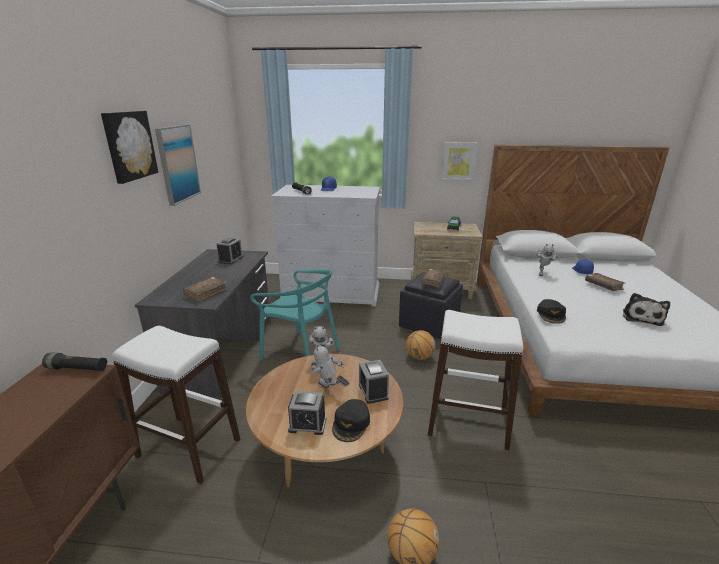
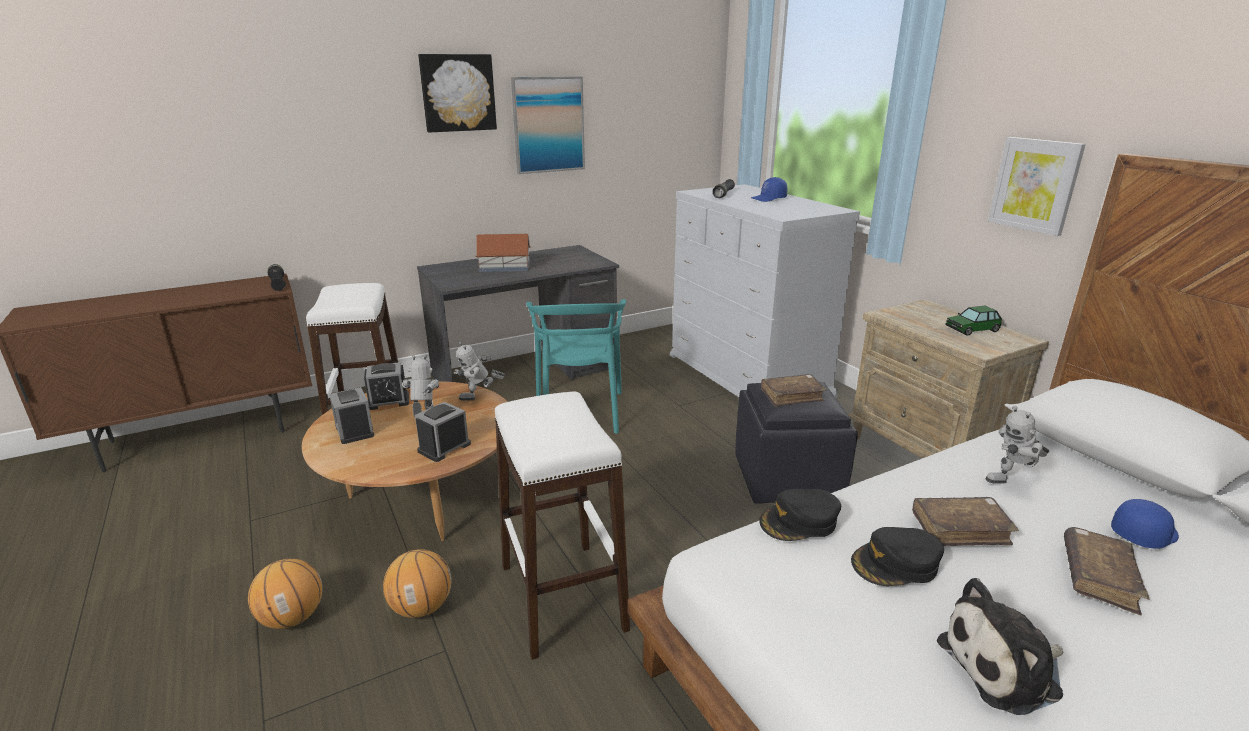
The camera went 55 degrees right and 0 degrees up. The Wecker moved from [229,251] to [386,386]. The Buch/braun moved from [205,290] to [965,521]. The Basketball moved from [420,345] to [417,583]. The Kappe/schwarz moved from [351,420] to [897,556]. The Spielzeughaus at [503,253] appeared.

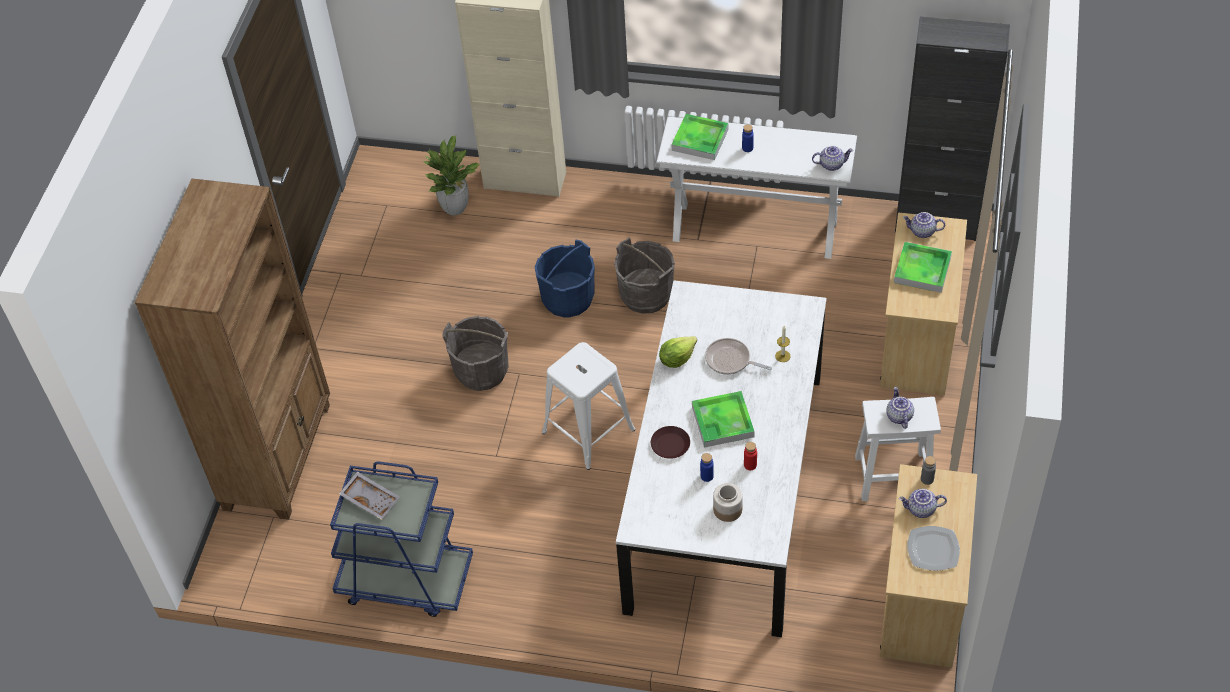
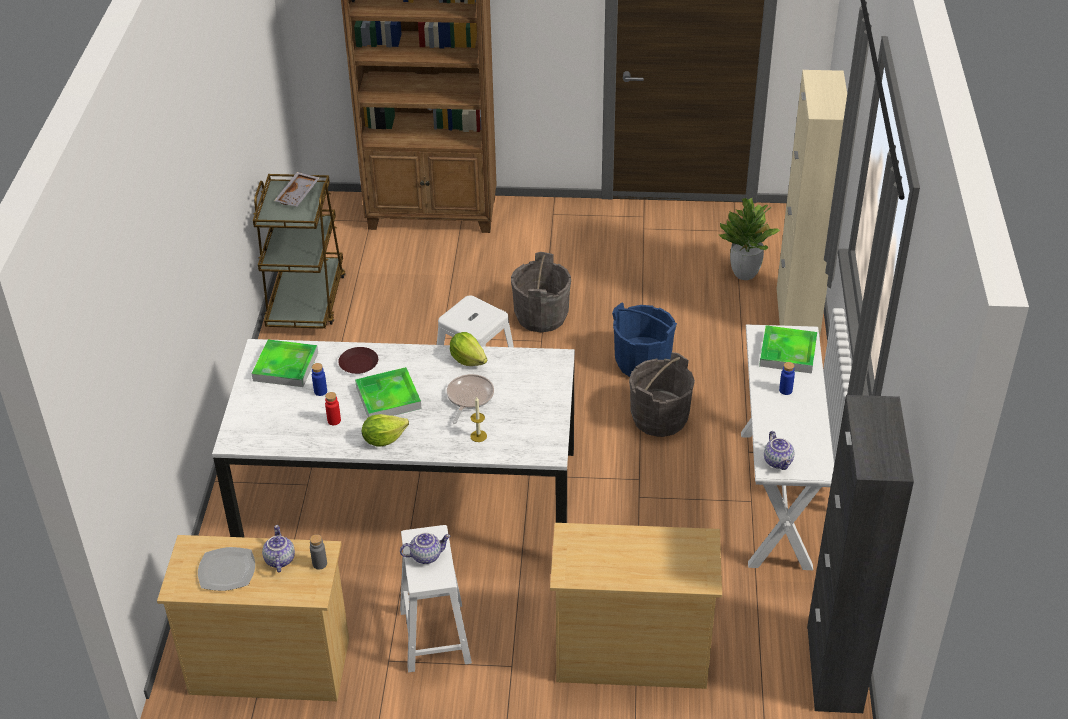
The camera went 80 degrees right and 10 degrees down. The Teekanne at [924,225] disappeared. The Tablett moved from [923,267] to [285,363]. The Rollwagen/blau at [401,539] became the Rollwagen/braun at [299,251]. The Vorratsglas at [728,502] disappeared. The Salatkopf at [385,430] appeared.

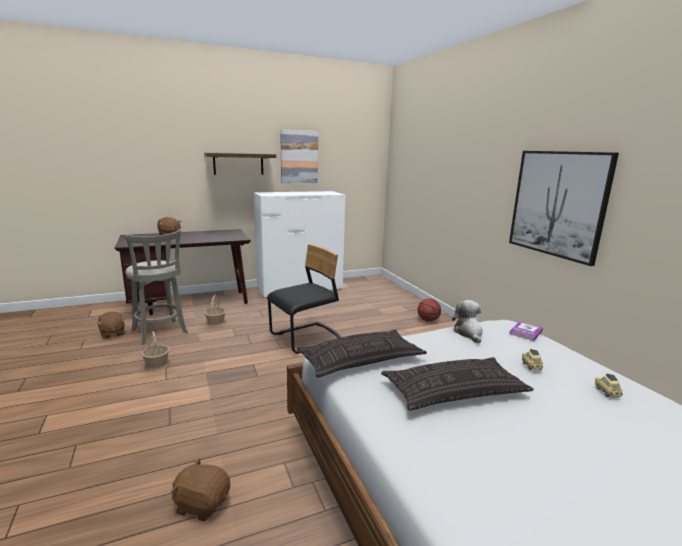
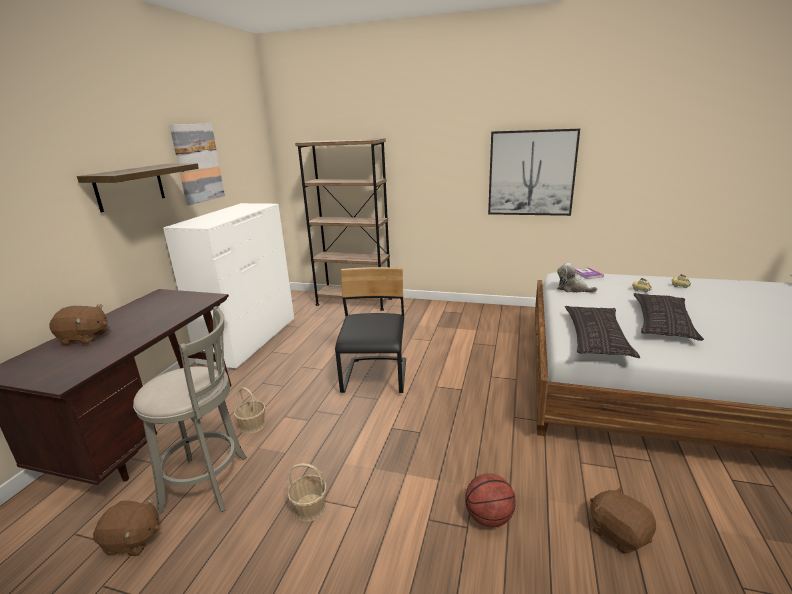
The camera went 50 degrees left and 5 degrees up. The Basketball moved from [429,310] to [490,500]. The Plüschtier/braun at [200,490] turned 90 degrees clockwise. The Bücherregal/braun at [343,224] appeared.

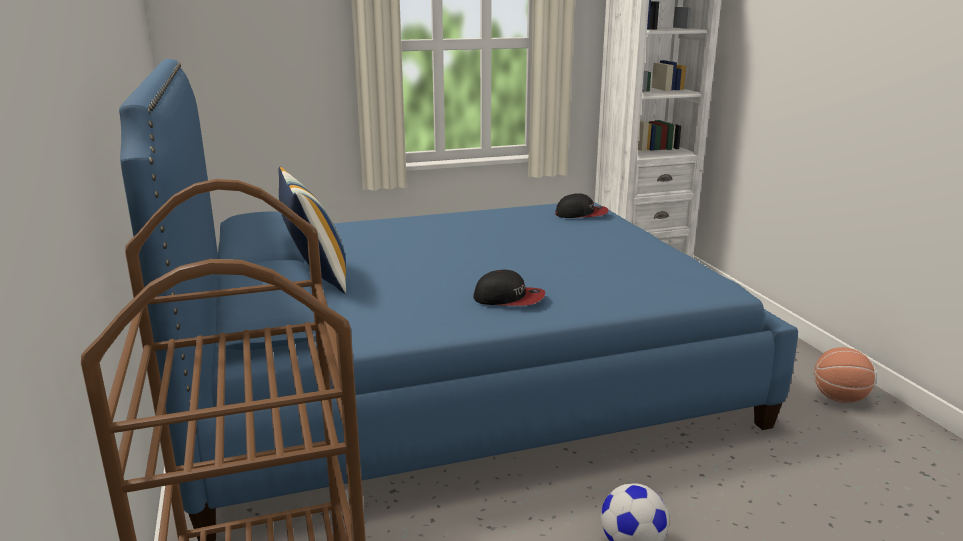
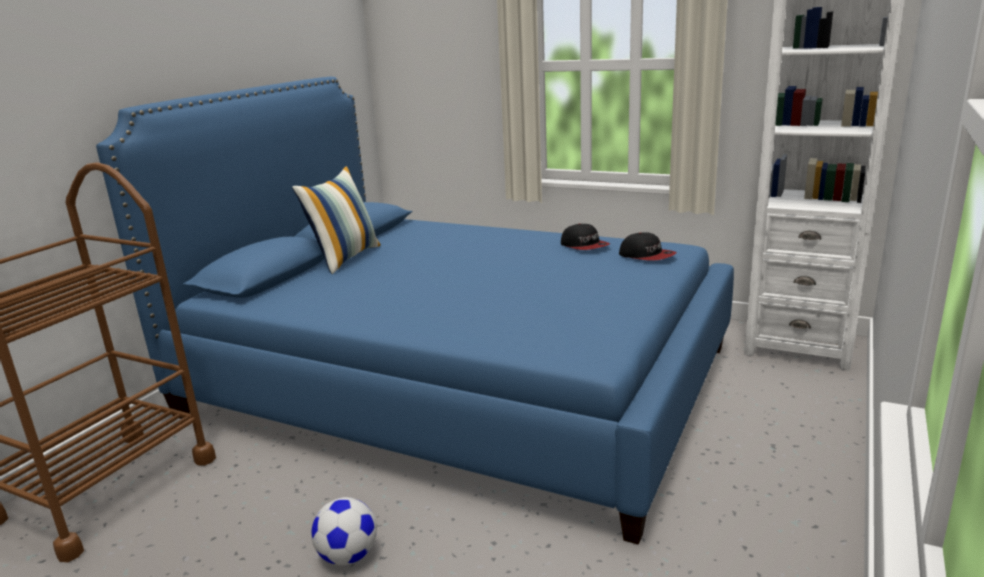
The camera went 45 degrees right and 0 degrees up. The Kappe moved from [509,288] to [585,236]. The Basketball at [844,375] disappeared.

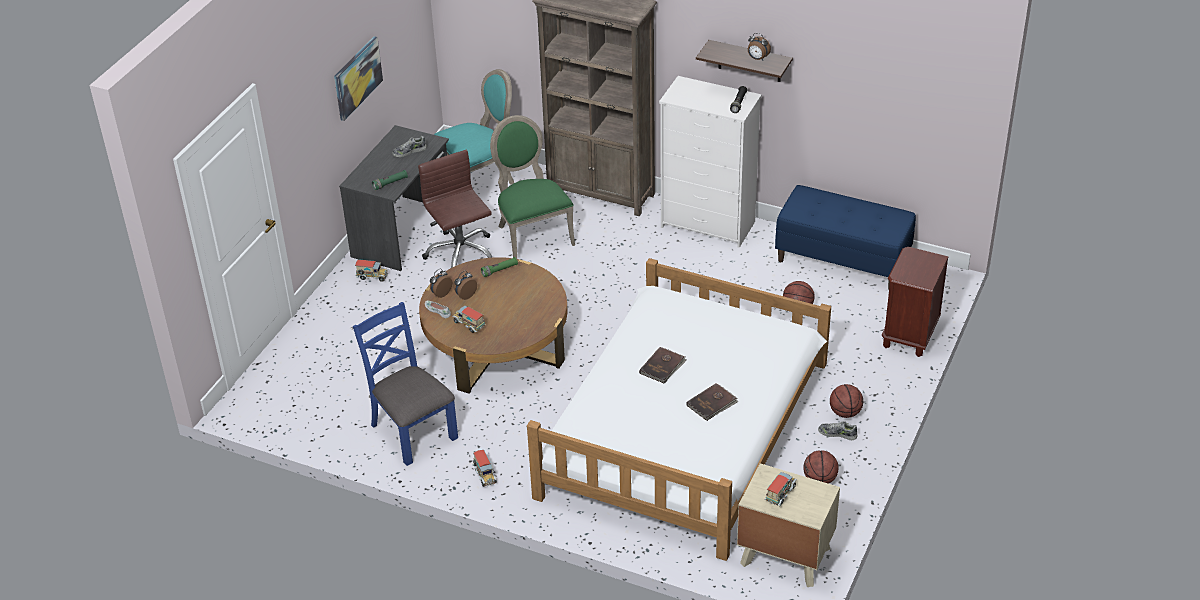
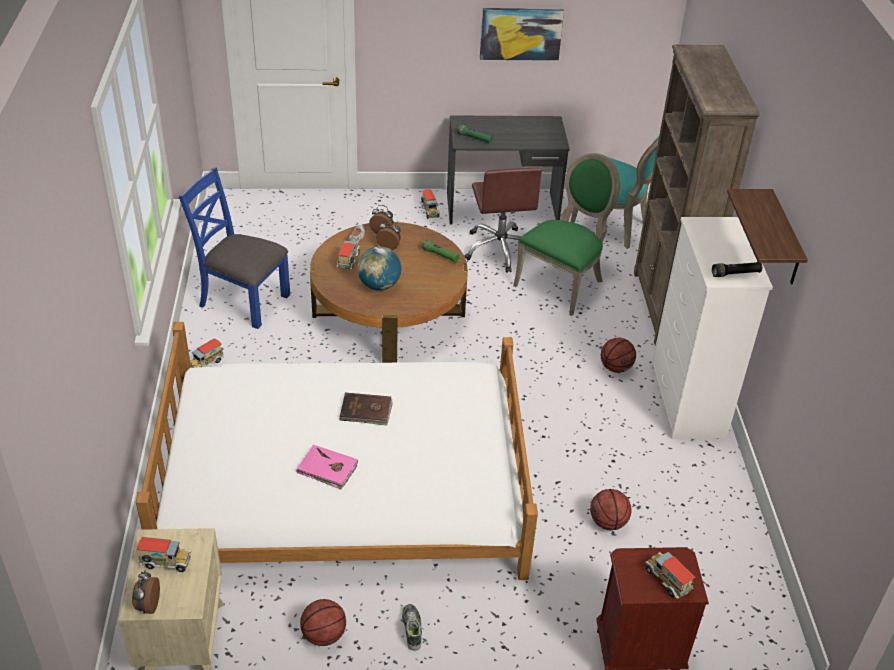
The camera went 60 degrees right and 0 degrees up. The Wecker moved from [759,46] to [146,592]. The Schuh at [410,146] disappeared. The Bürostuhl/braun at [455,209] turned 135 degrees clockwise. The Bank/blau at [845,237] disappeared. The Stuhl/blau at [405,384] turned 90 degrees counterclockwise. The Buch/braun at [712,402] became the Buch/rosa at [327,467]. The Basketball moved from [846,401] to [618,355]. The Globus at [379,268] appeared. The Spielzeuglaster at [670,575] appeared.

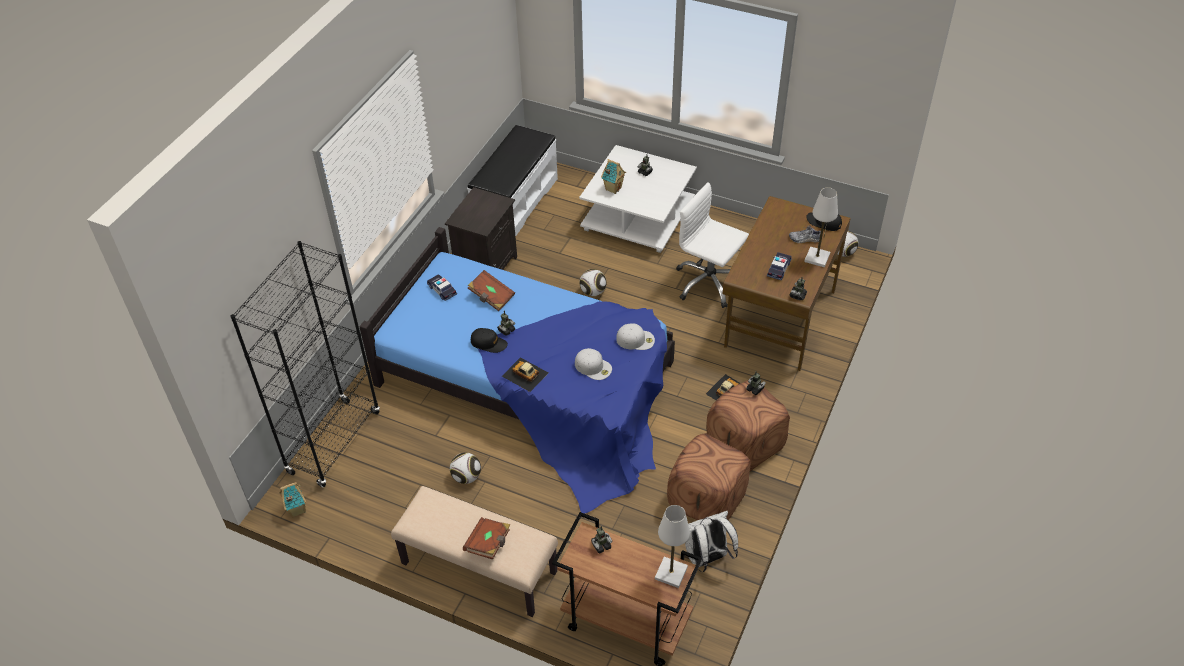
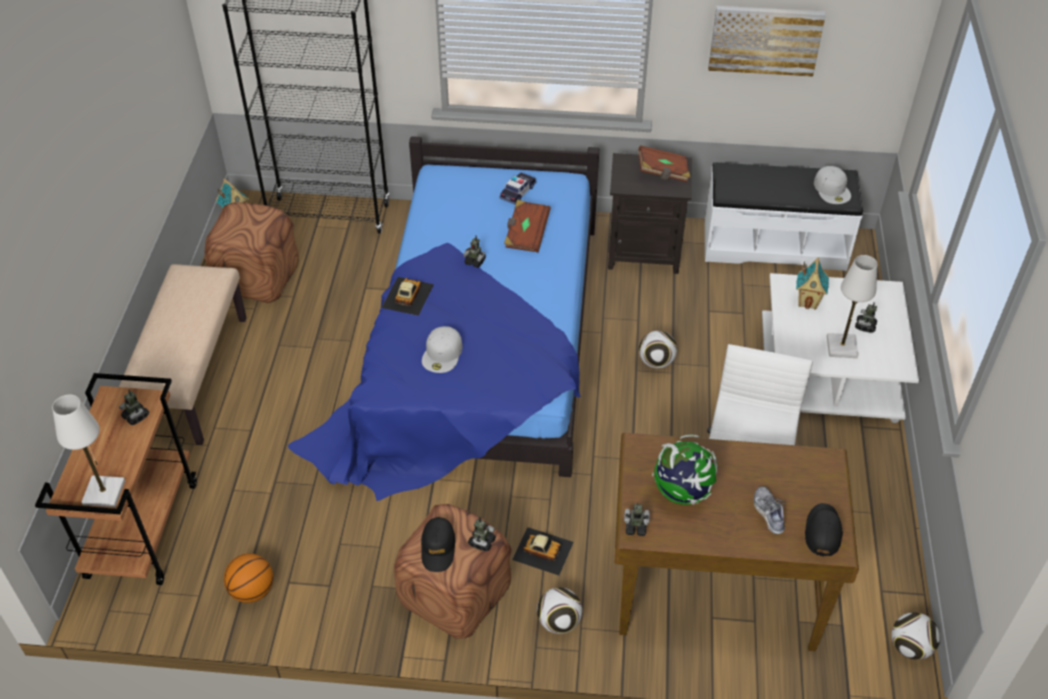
The camera went 70 degrees right and 0 degrees up. The Tischlampe/weiß moved from [821,227] to [852,306]. The Spielzeugauto at [779,266] was replaced by the Globus at [684,470]. The Kappe/weiß moved from [635,336] to [832,185]. The Kappe/schwarz moved from [489,340] to [438,544]. The Polsterhocker/braun moved from [709,476] to [251,252]. The Fußball moved from [465,468] to [559,610]. The Rucksack/weiß at [711,541] was replaced by the Basketball at [248,578]. The Buch/braun moved from [486,538] to [664,164]. The Bild at [767,41] appeared.

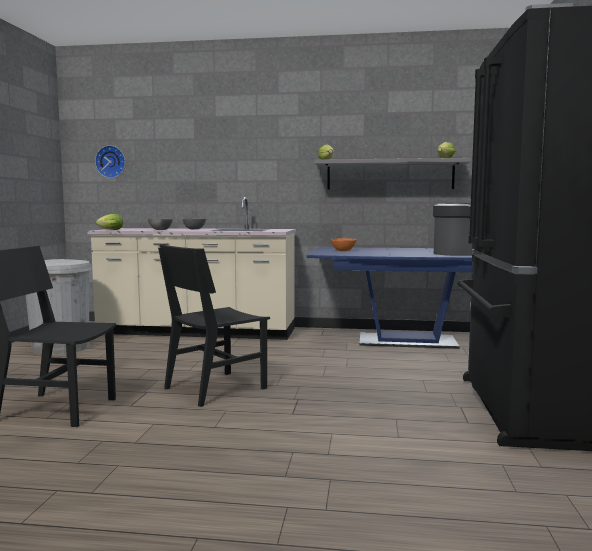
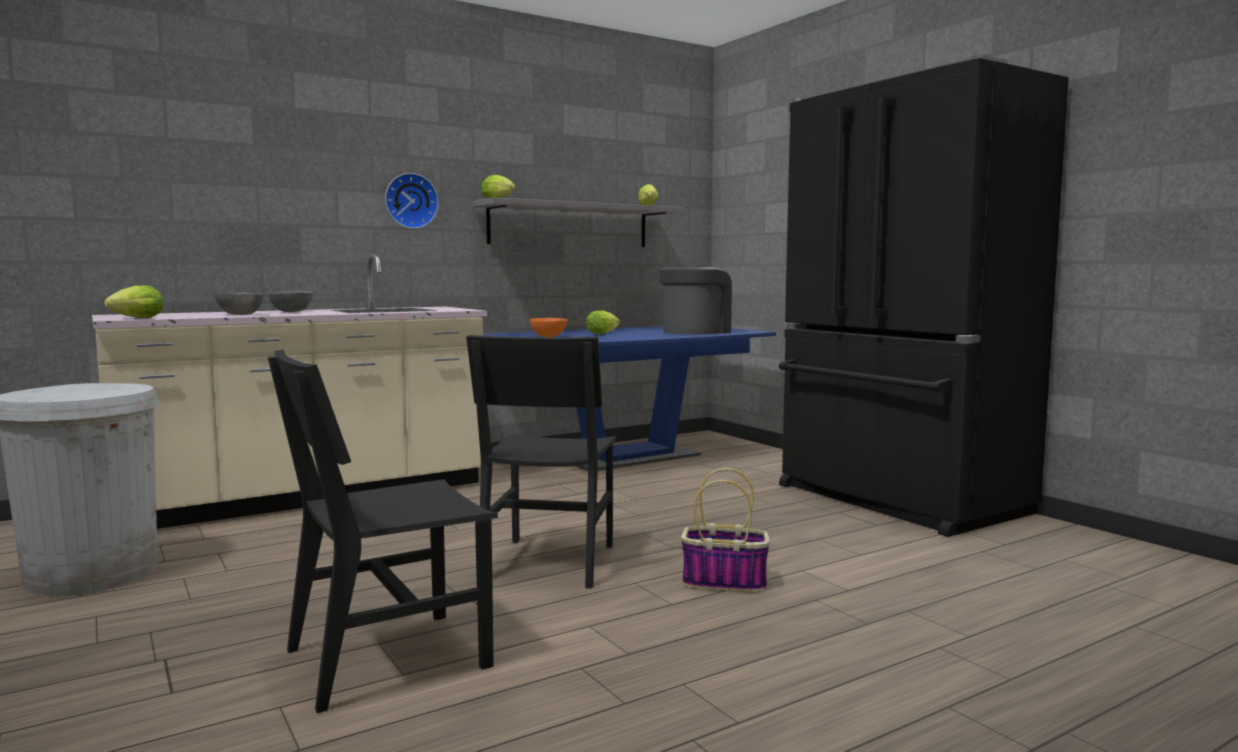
The camera went 40 degrees left and 0 degrees up. The Wanduhr moved from [110,161] to [412,201]. The Salatkopf at [603,322] appeared. The Korb at [725,530] appeared.

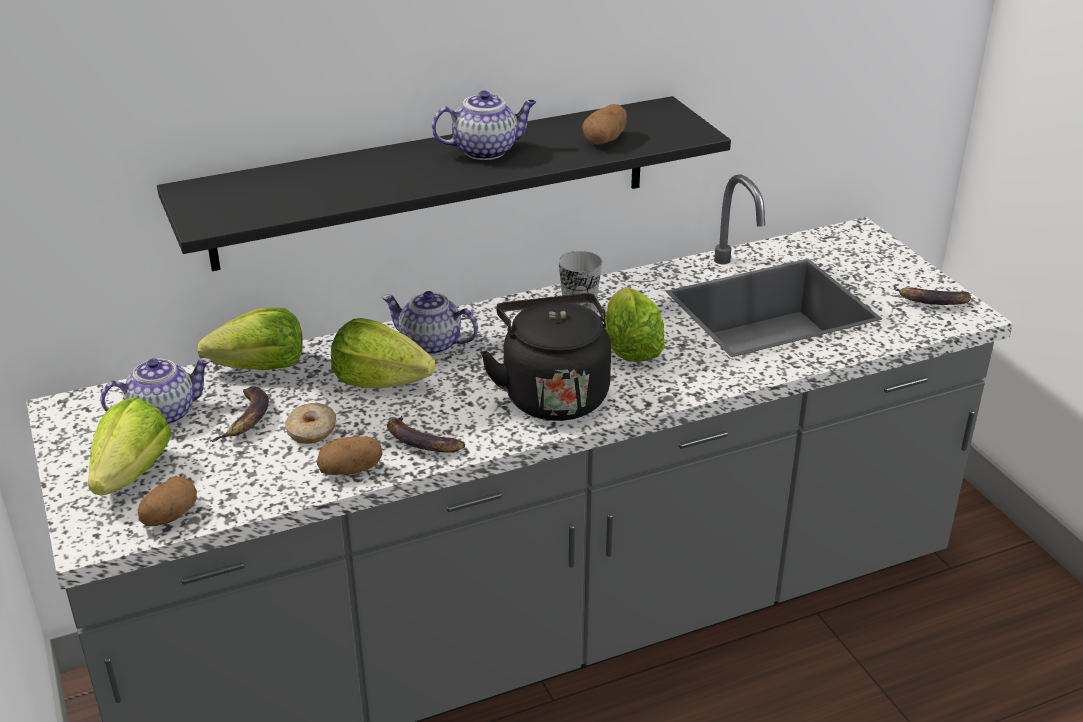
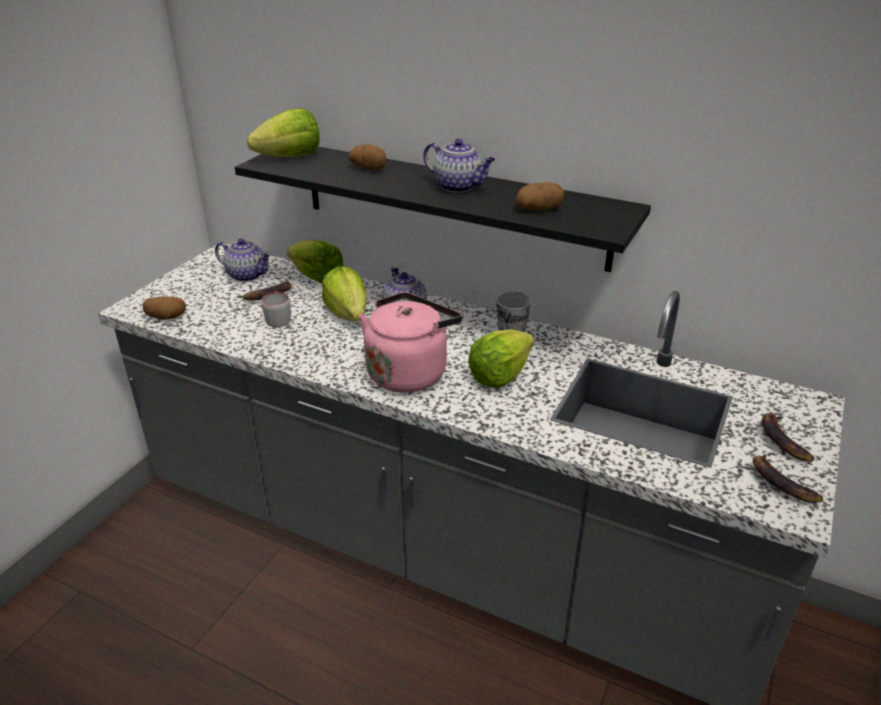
The camera went 50 degrees right and 0 degrees up. The Wasserkessel/schwarz at [545,357] became the Wasserkessel/rosa at [410,342]. The Salatkopf moved from [130,446] to [283,132]. The Donut at [310,423] was replaced by the Henkelbecher/grau at [276,309]. The Banane moved from [426,434] to [788,437]. The Kartoffel moved from [350,455] to [367,157].

